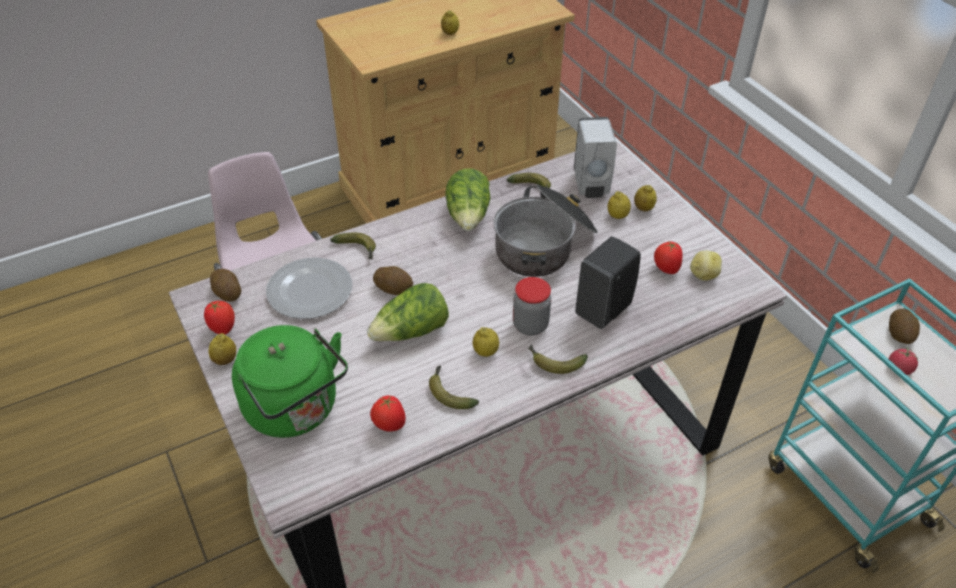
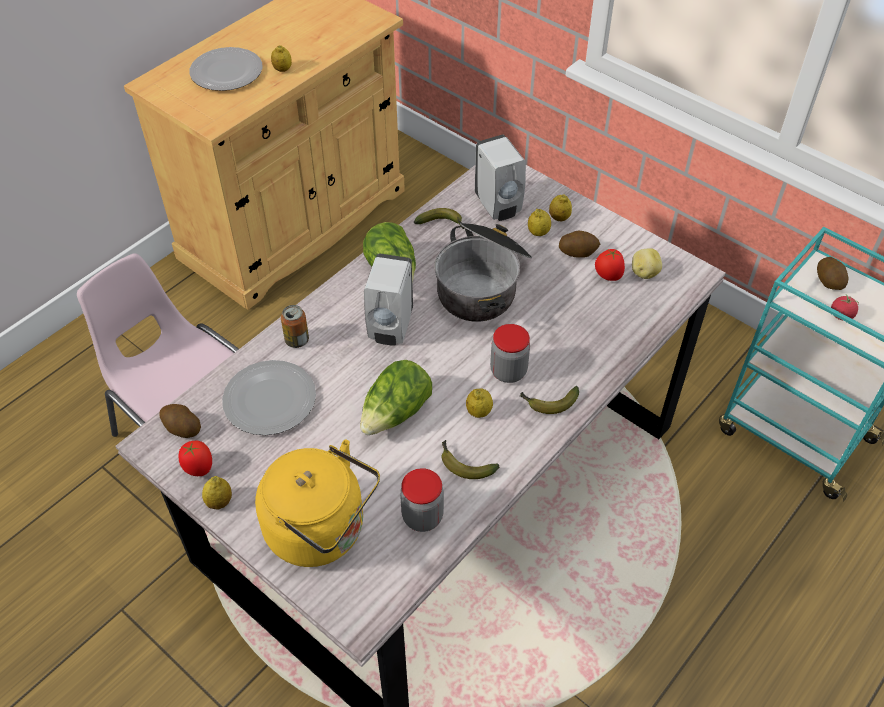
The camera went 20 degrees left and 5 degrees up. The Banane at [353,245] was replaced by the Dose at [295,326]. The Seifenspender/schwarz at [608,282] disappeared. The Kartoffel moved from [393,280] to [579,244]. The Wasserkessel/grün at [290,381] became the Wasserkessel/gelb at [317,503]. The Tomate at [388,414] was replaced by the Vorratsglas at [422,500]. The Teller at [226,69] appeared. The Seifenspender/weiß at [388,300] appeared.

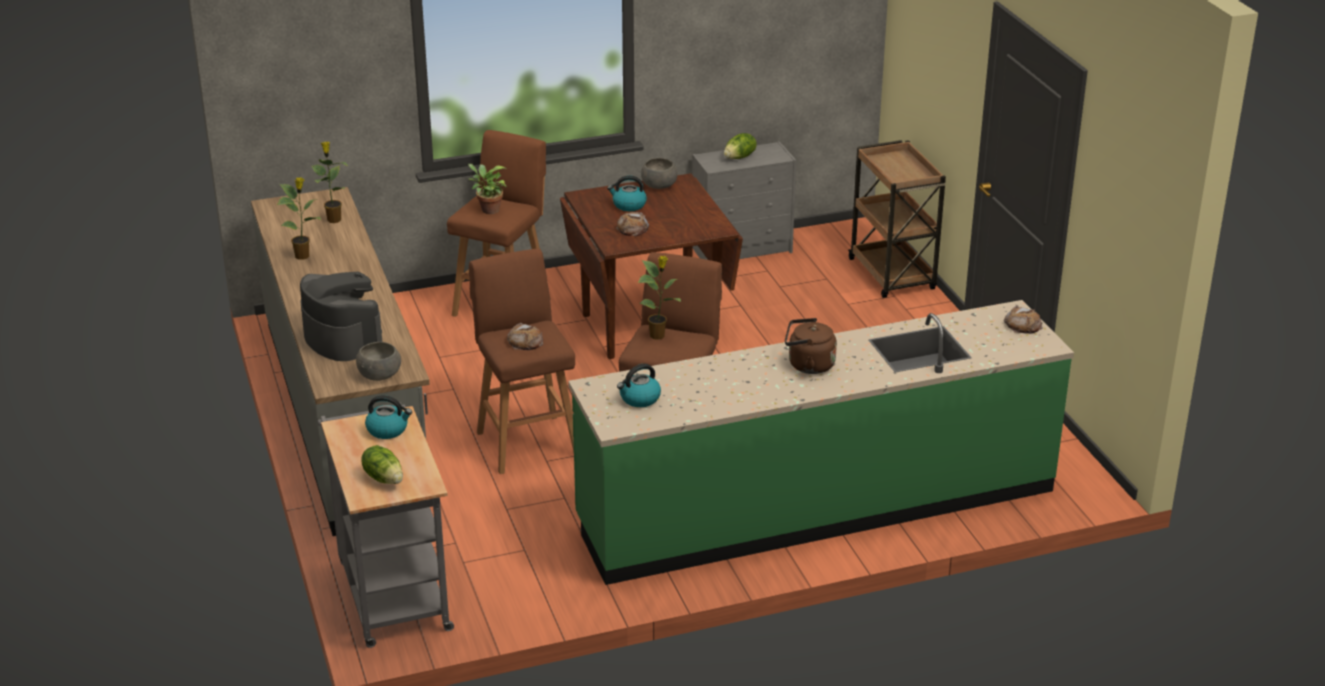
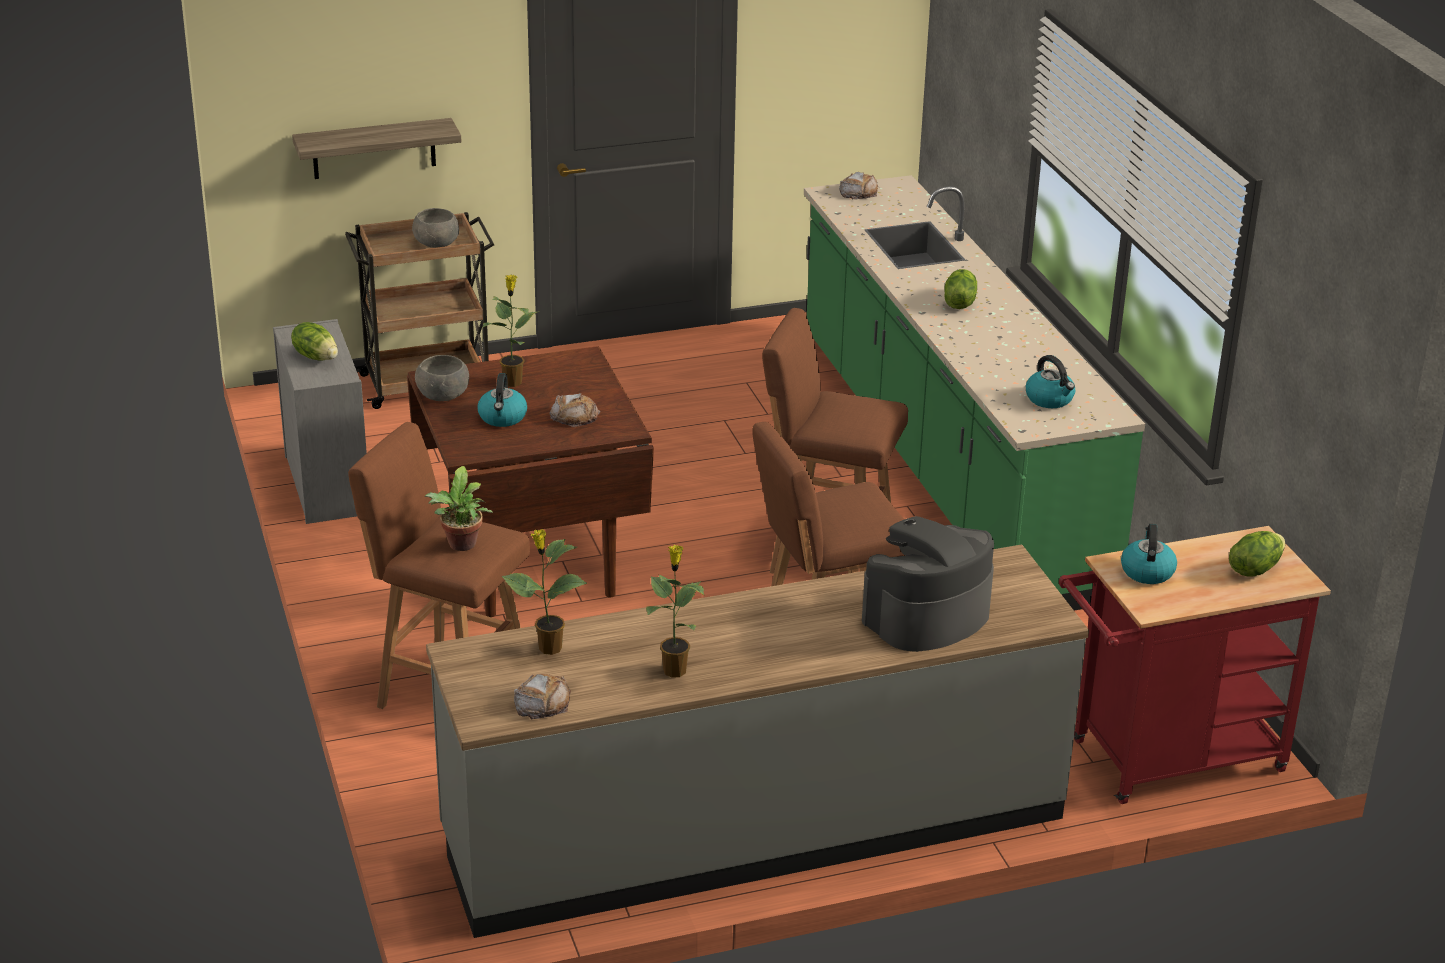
The camera went 90 degrees left and 0 degrees up. The Topfpflanze moved from [659,298] to [510,330]. The Wasserkessel/braun at [811,346] was replaced by the Salatkopf at [960,289]. The Brot moved from [525,336] to [542,696]. The Schüssel/grau moved from [378,361] to [435,228]. The Rollwagen/grau at [386,525] became the Rollwagen/rot at [1195,665]. The Wandregal at [377,148] appeared.

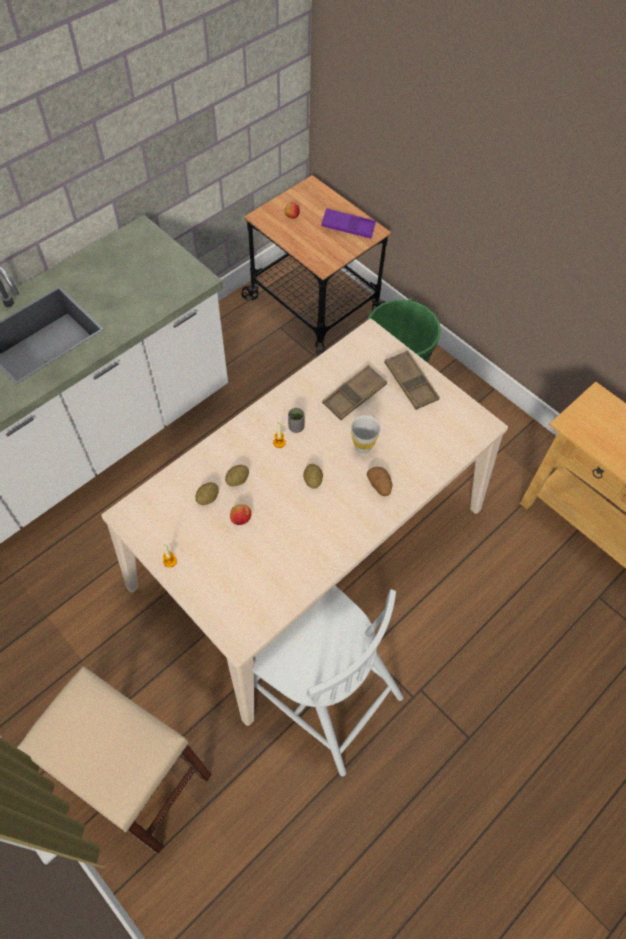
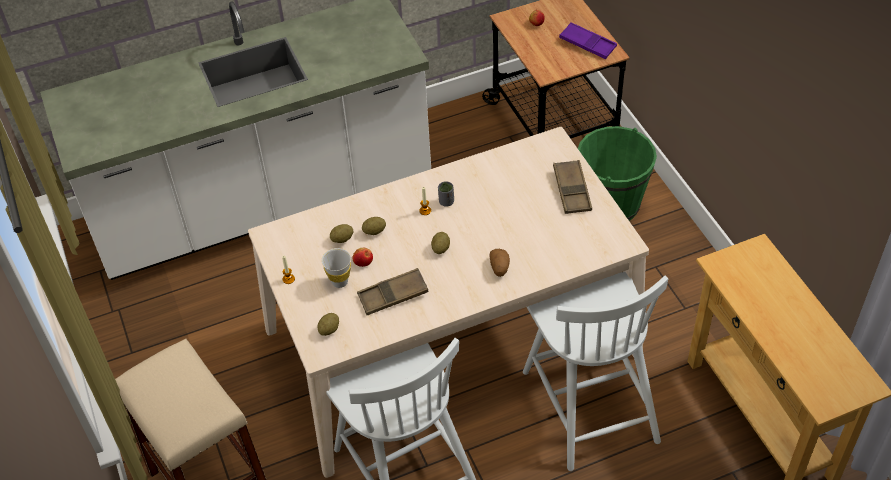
The camera went 25 degrees right and 10 degrees down. The Tablett/braun moved from [354,392] to [393,291]. The Tasse/weiß moved from [366,434] to [336,268]. The Stuhl/weiß at [595,371] appeared. The Kartoffel at [328,324] appeared.

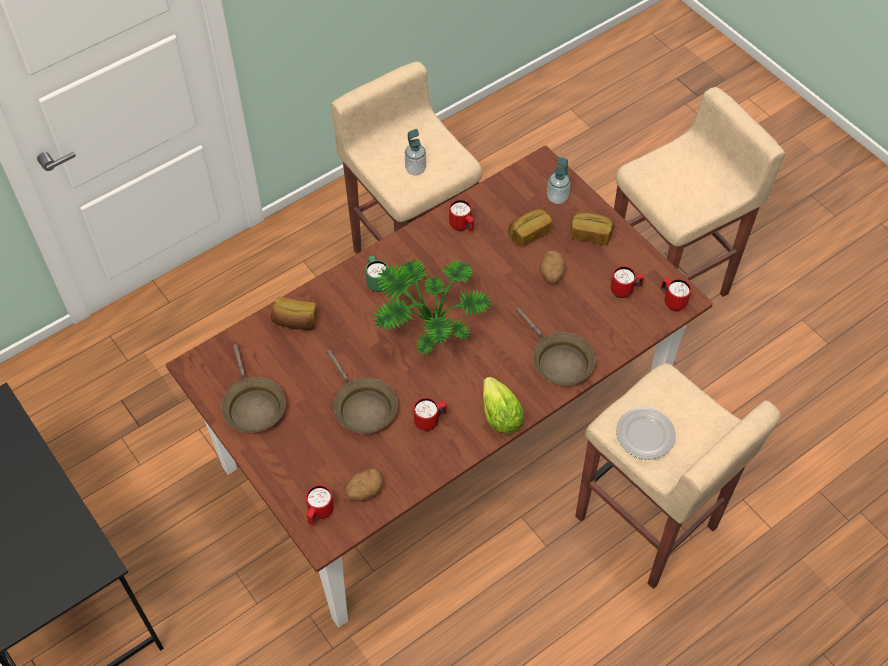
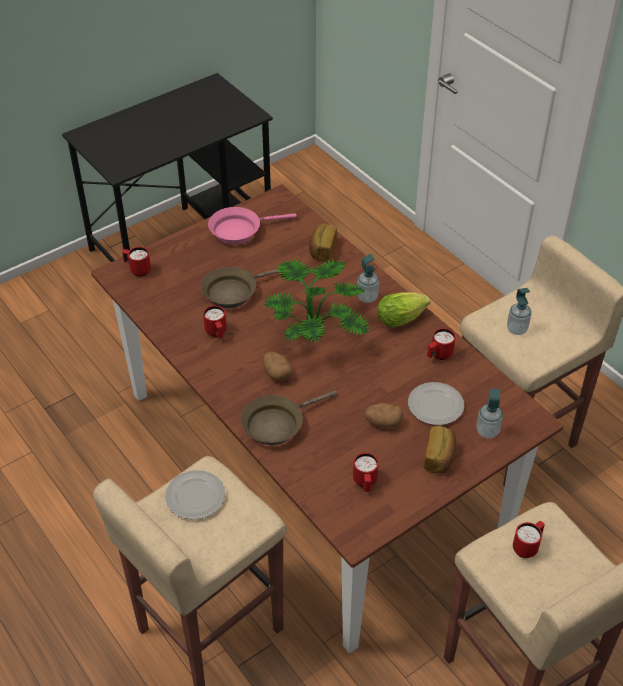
The camera went 90 degrees right and 10 degrees down. The Brot at [530,228] was replaced by the Teller at [436,403]. The Henkelbecher/grün at [377,274] was replaced by the Seifenspender at [368,278]. The Henkelbecher/rot moved from [675,294] to [529,539]. The Pfanne/braun at [253,388] became the Pfanne/rosa at [252,225]. The Salatkopf moved from [503,405] to [403,310]. The Kartoffel moved from [364,484] to [277,366].

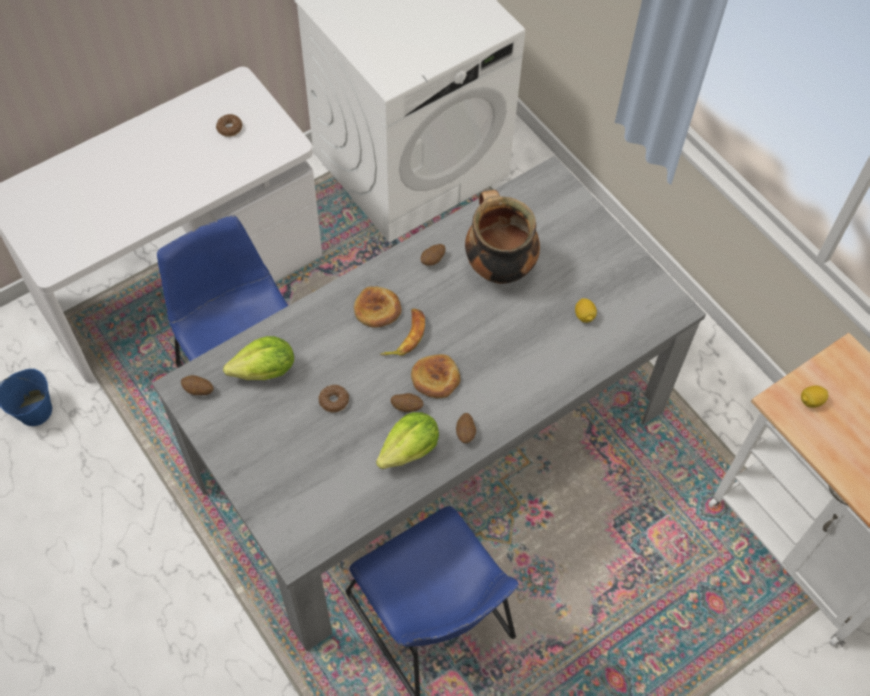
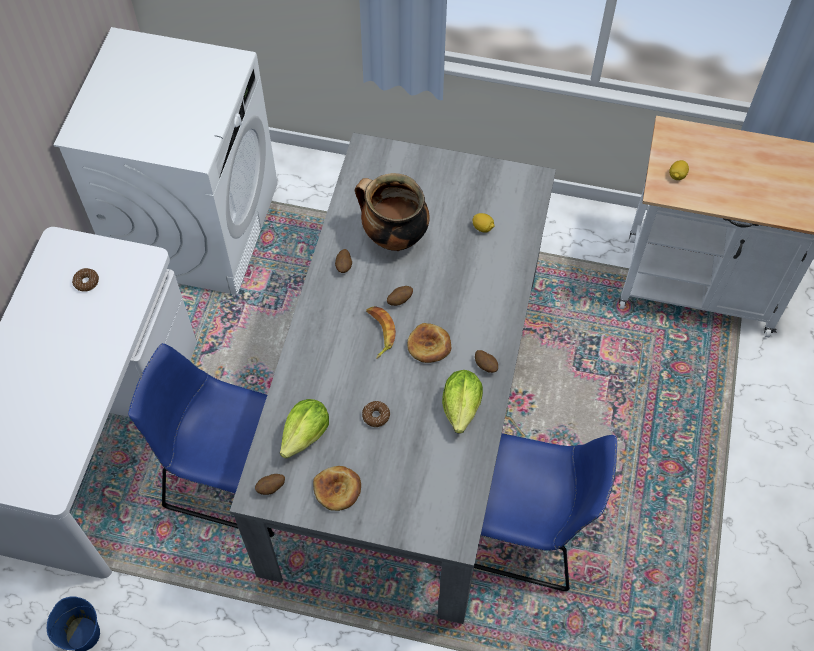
The camera went 40 degrees left and 0 degrees up. The Brot moved from [378,307] to [337,488]. The Kartoffel moved from [407,402] to [400,296].

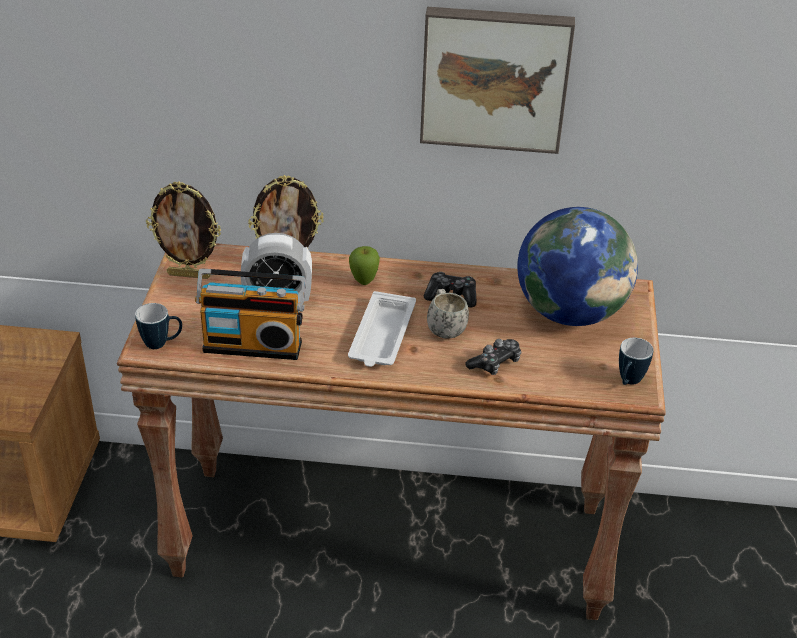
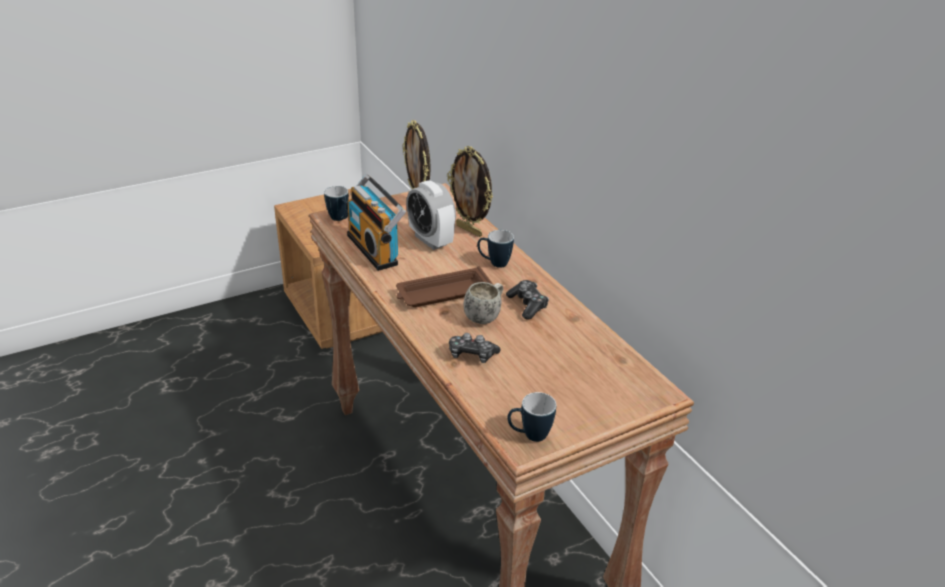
The camera went 55 degrees right and 5 degrees down. The Bild at [497,80] disappeared. The Globus at [577,266] disappeared. The Apfel at [364,265] was replaced by the Henkelbecher at [495,249]. The Tablett/weiß at [382,329] became the Tablett/braun at [444,286].

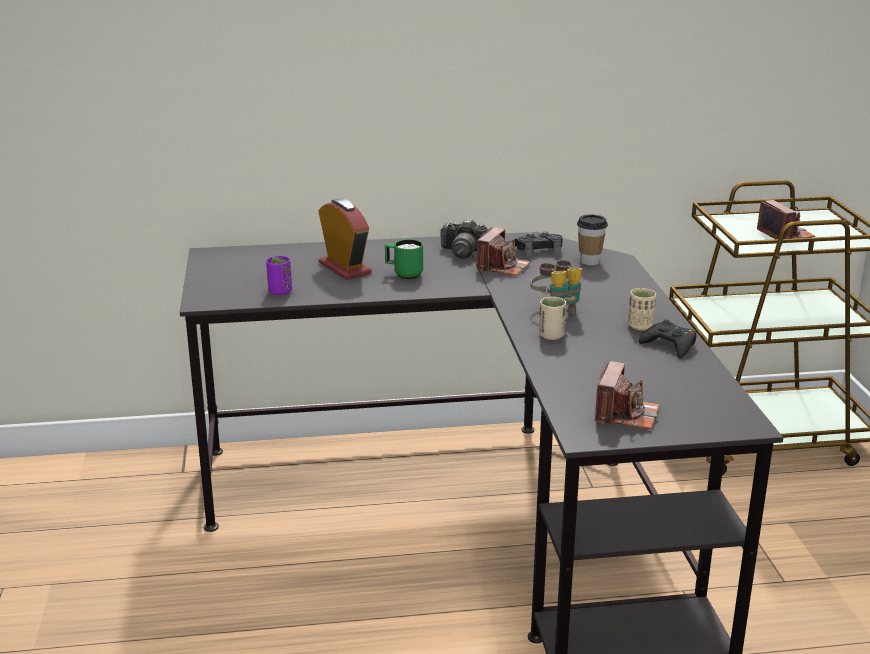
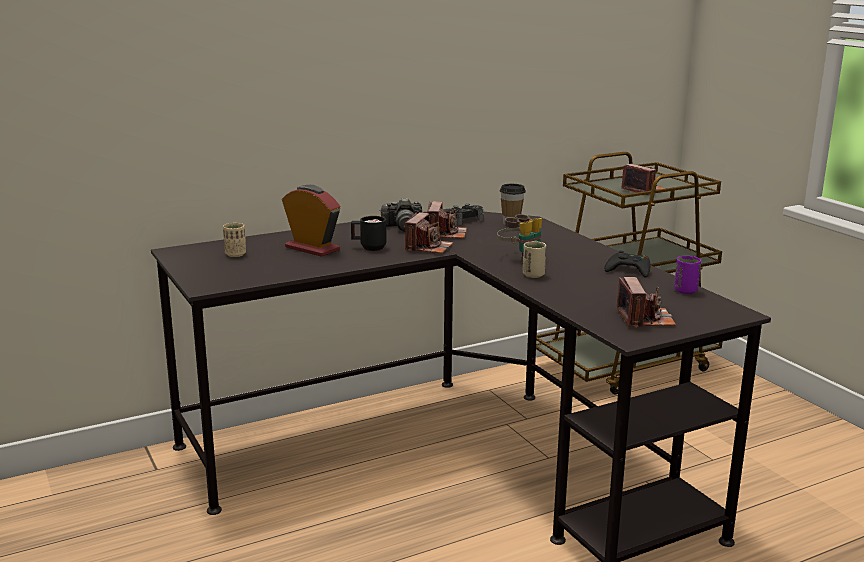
The camera went 20 degrees left and 5 degrees down. The Henkelbecher/grün at [404,259] became the Henkelbecher/schwarz at [368,233]. The Tasse/lila moved from [279,275] to [687,275]. The Tasse/beige moved from [642,309] to [234,240]. The Kamera at [429,233] appeared.

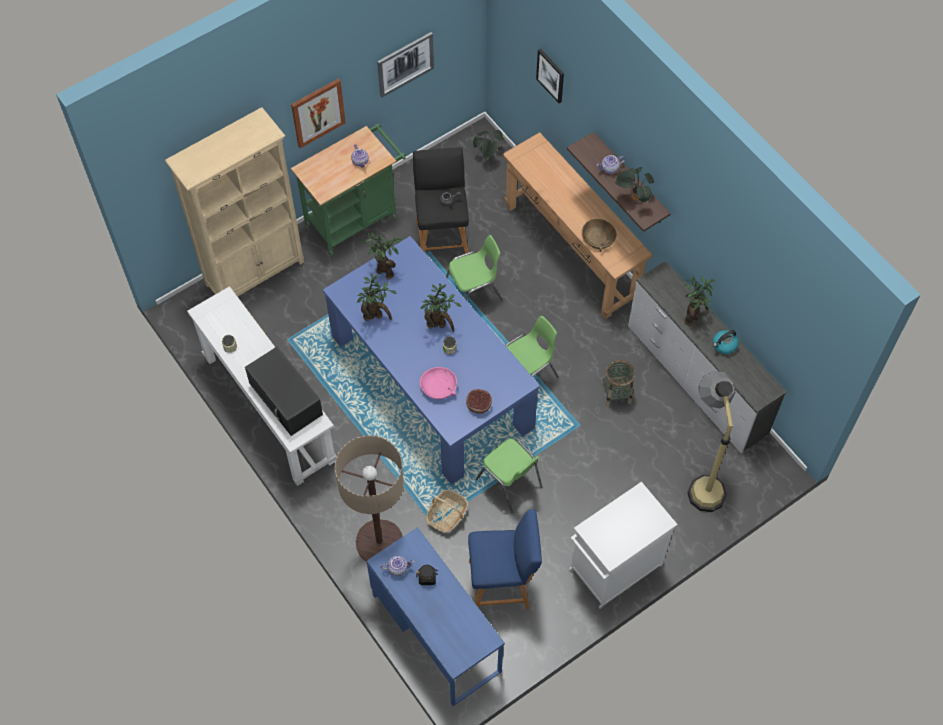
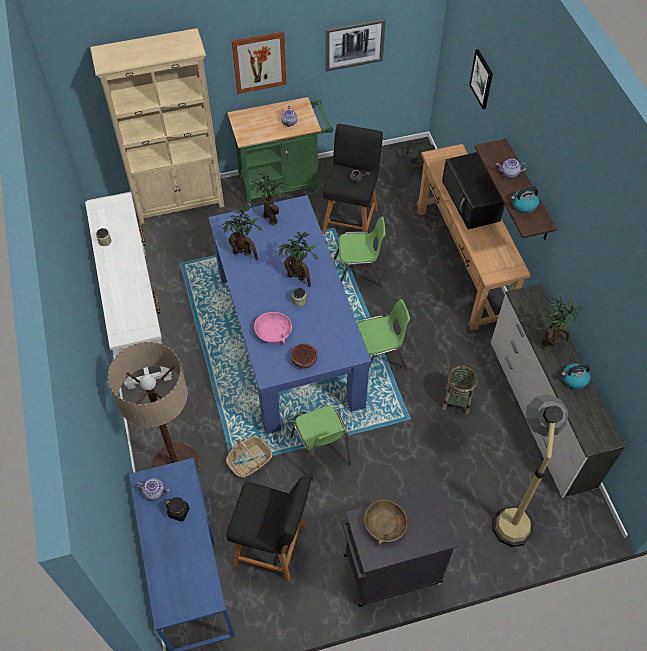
The camera went 20 degrees right and 5 degrees down. The Topfpflanze at [634,185] was replaced by the Wasserkessel at [525,199]. The Schüssel/braun moved from [599,235] to [386,522]. The Mikrowelle/schwarz moved from [284,391] to [473,191]. The Schrank/weiß at [623,545] became the Schrank/schwarz at [400,547]. The Hocker/blau at [505,559] became the Hocker/schwarz at [268,528].

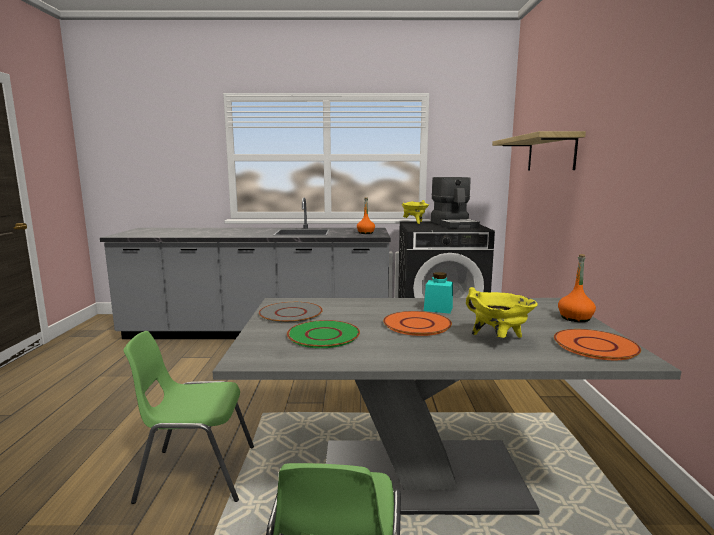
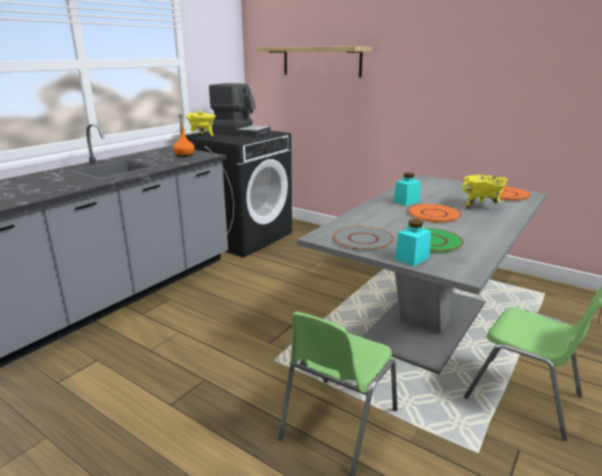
The camera went 55 degrees left and 10 degrees up. The Flasche/orange at [577,288] disappeared. The Vorratsglas/türkis at [413,242] appeared.

